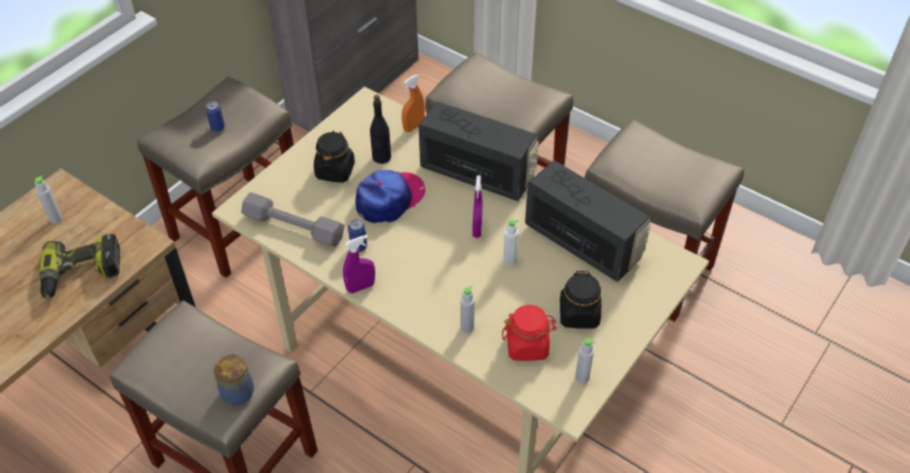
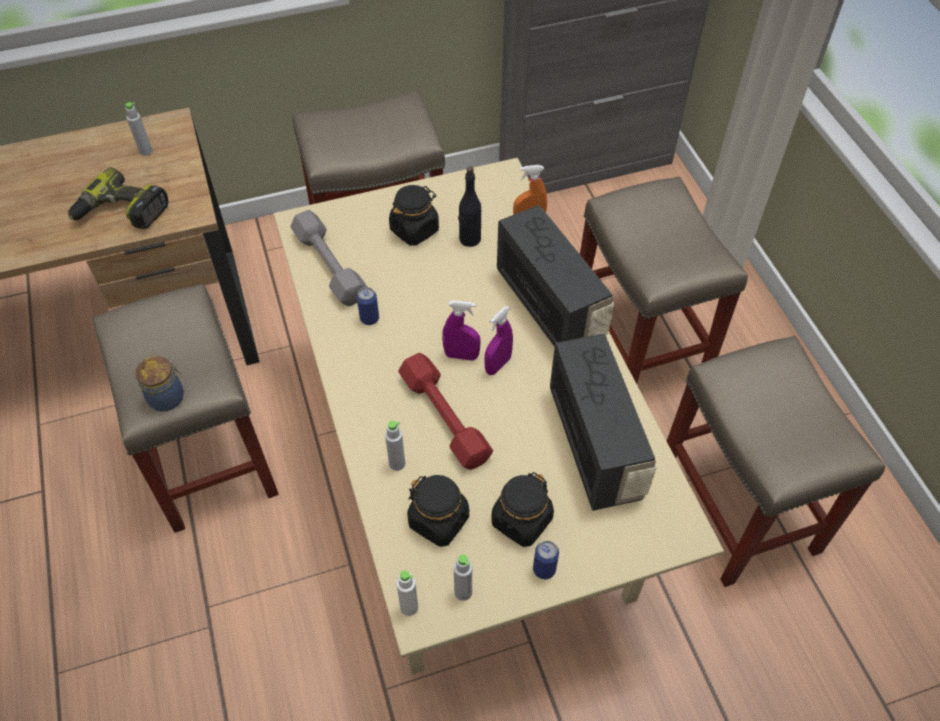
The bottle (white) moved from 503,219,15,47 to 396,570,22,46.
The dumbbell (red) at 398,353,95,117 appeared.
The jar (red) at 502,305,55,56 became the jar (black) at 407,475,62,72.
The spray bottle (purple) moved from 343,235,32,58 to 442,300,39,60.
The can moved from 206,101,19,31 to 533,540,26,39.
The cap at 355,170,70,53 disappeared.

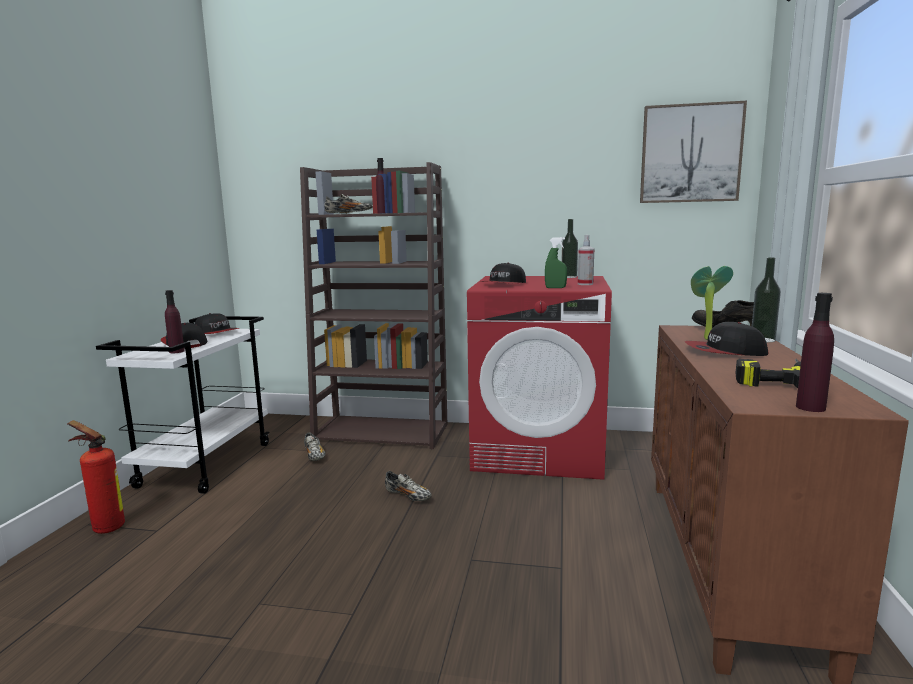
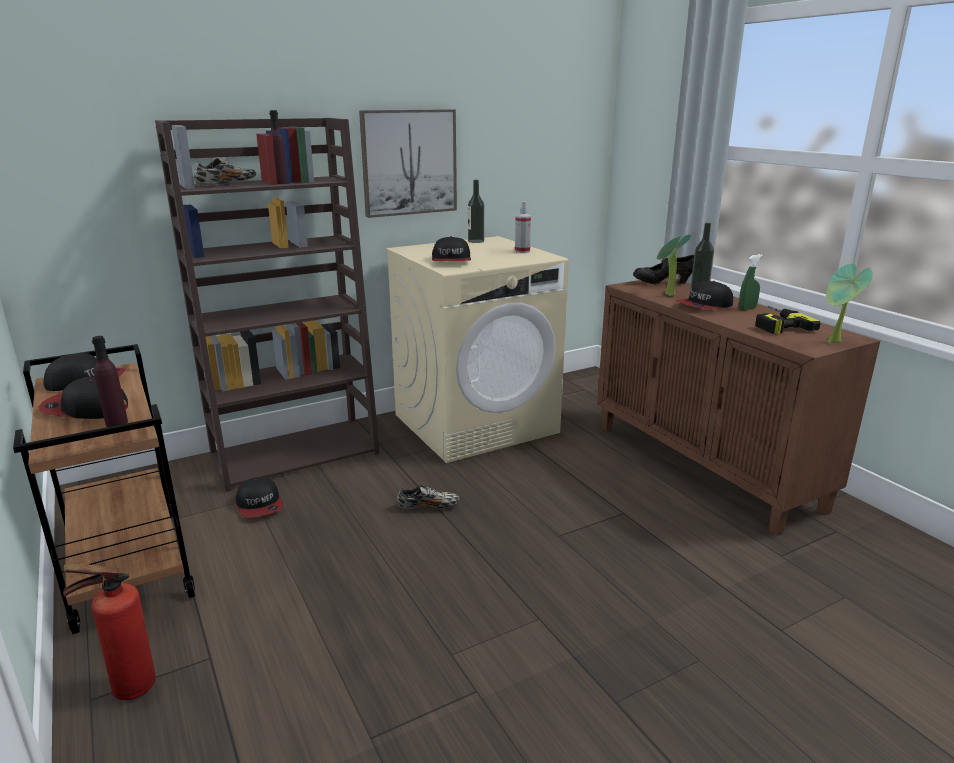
The cart (white) at 96,316,173,178 became the cart (brown) at 13,344,182,290.
The shoe at 304,432,22,29 was replaced by the cap at 236,477,48,41.
The picture moved from 640,101,107,102 to 359,109,98,109.
The washing machine (red) at 467,276,145,204 became the washing machine (beige) at 386,236,183,227.
The spray bottle (green) moved from 545,237,22,51 to 739,254,24,56.
The bottle (purple) at 796,293,38,119 was replaced by the potted plant at 826,264,47,80.

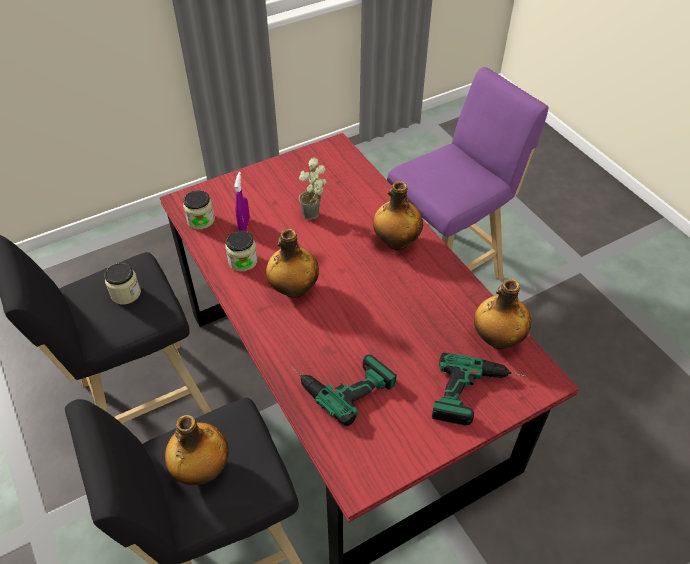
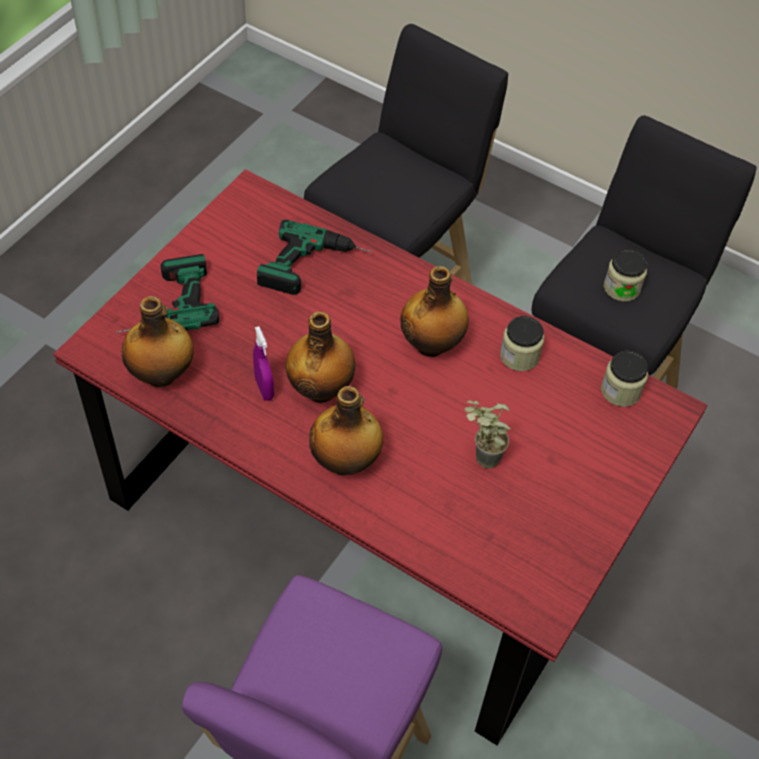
The spray bottle (purple) moved from 234,172,16,59 to 253,326,21,75.
The bottle moved from 165,415,64,70 to 285,312,70,91.

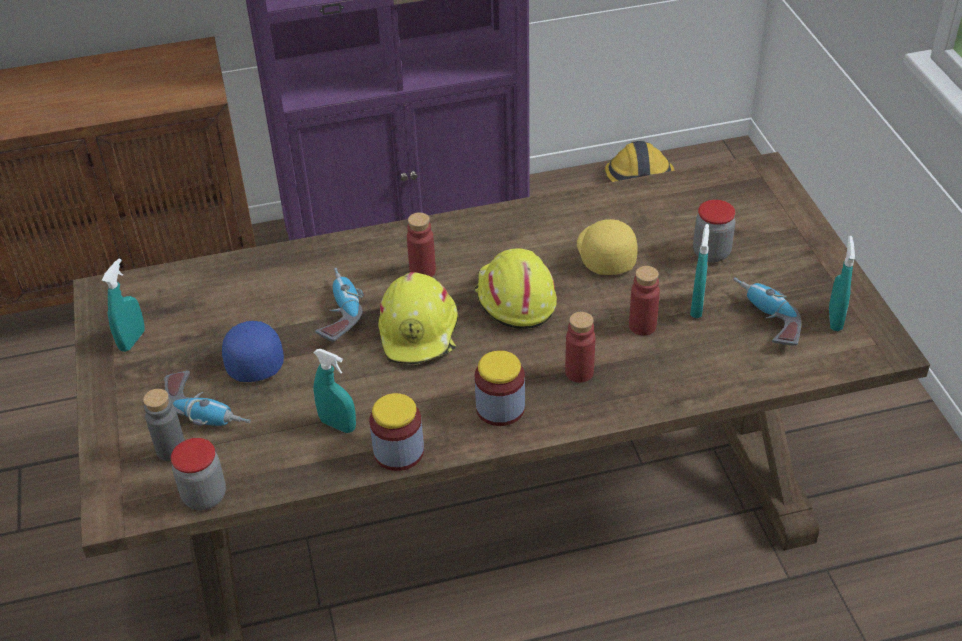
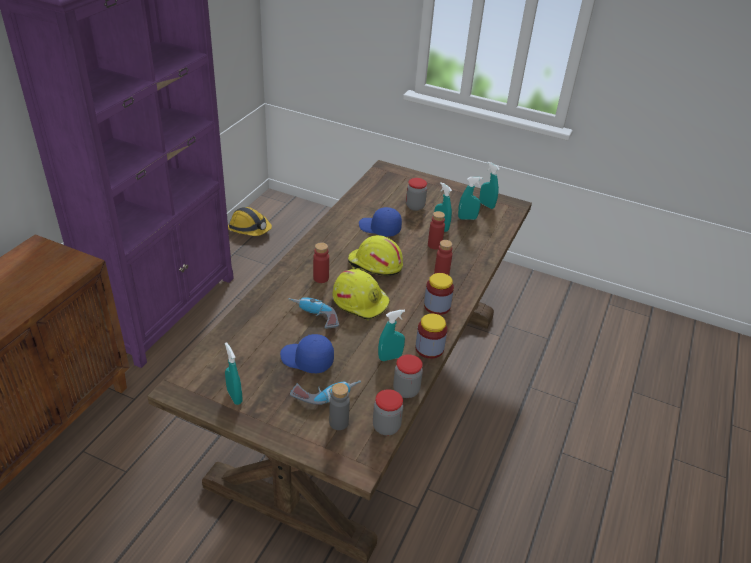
The cap (yellow) at 577,219,61,56 became the cap (blue) at 359,207,43,30.
The jar at 393,354,30,44 appeared.
The power drill at 734,277,67,69 was replaced by the spray bottle (turquoise) at 458,177,24,43.

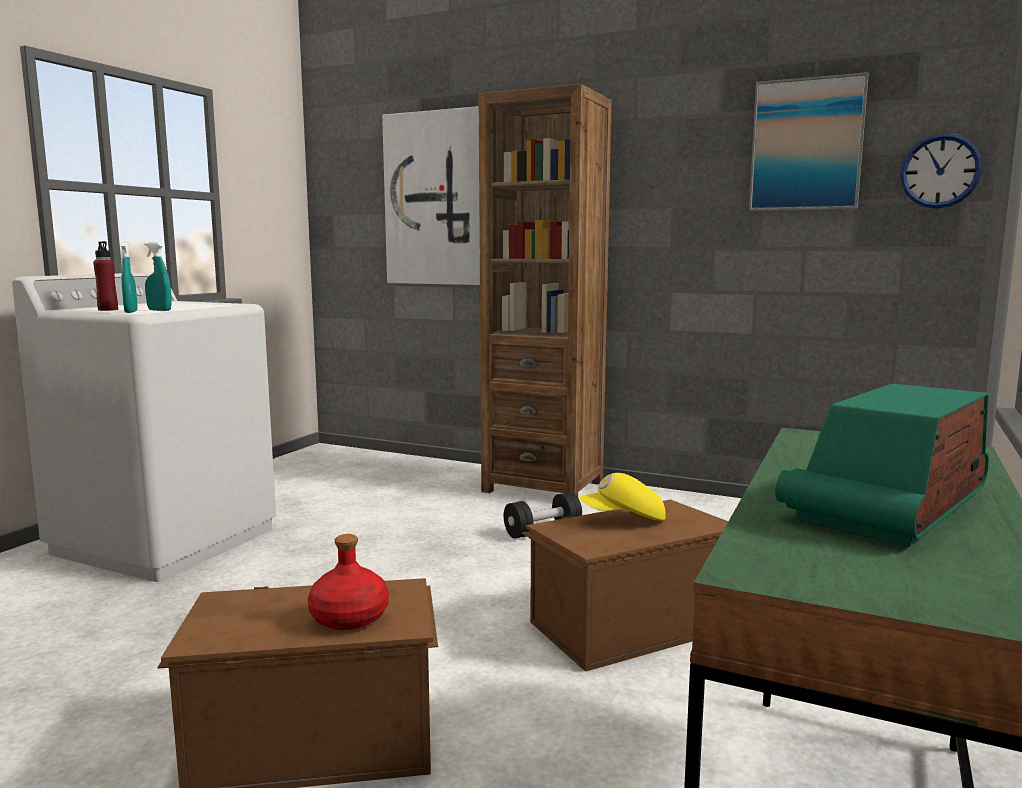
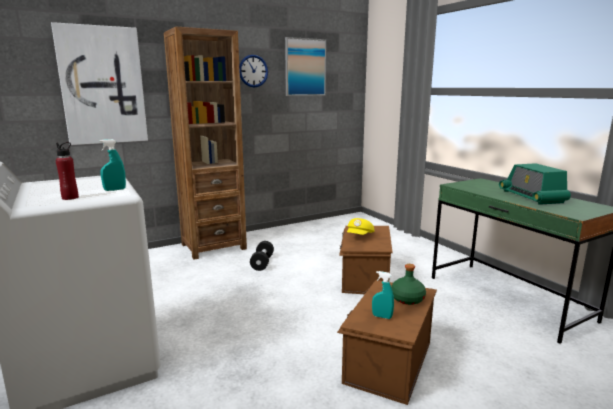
The wall clock moved from 900,133,83,76 to 239,55,29,33.
The spray bottle (turquoise) moved from 121,242,17,71 to 372,271,22,48.
The bottle (red) at 308,534,81,96 became the bottle (green) at 391,264,35,41.

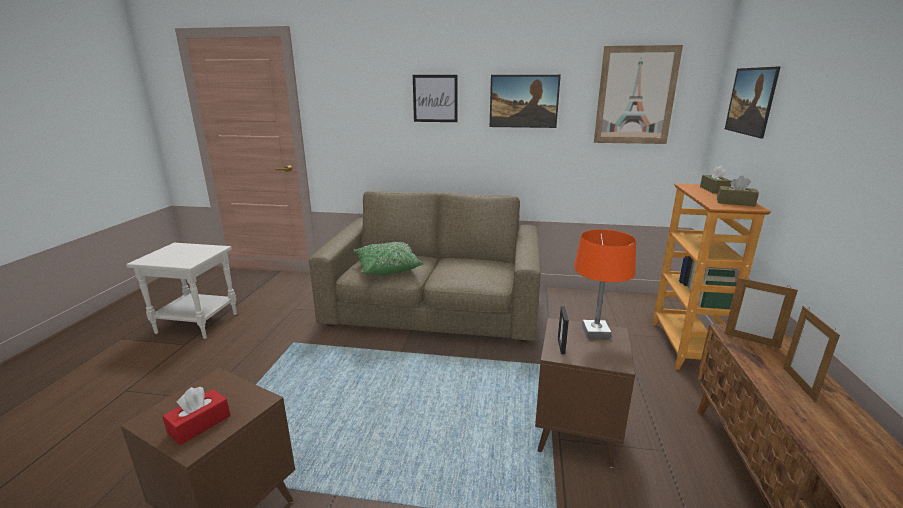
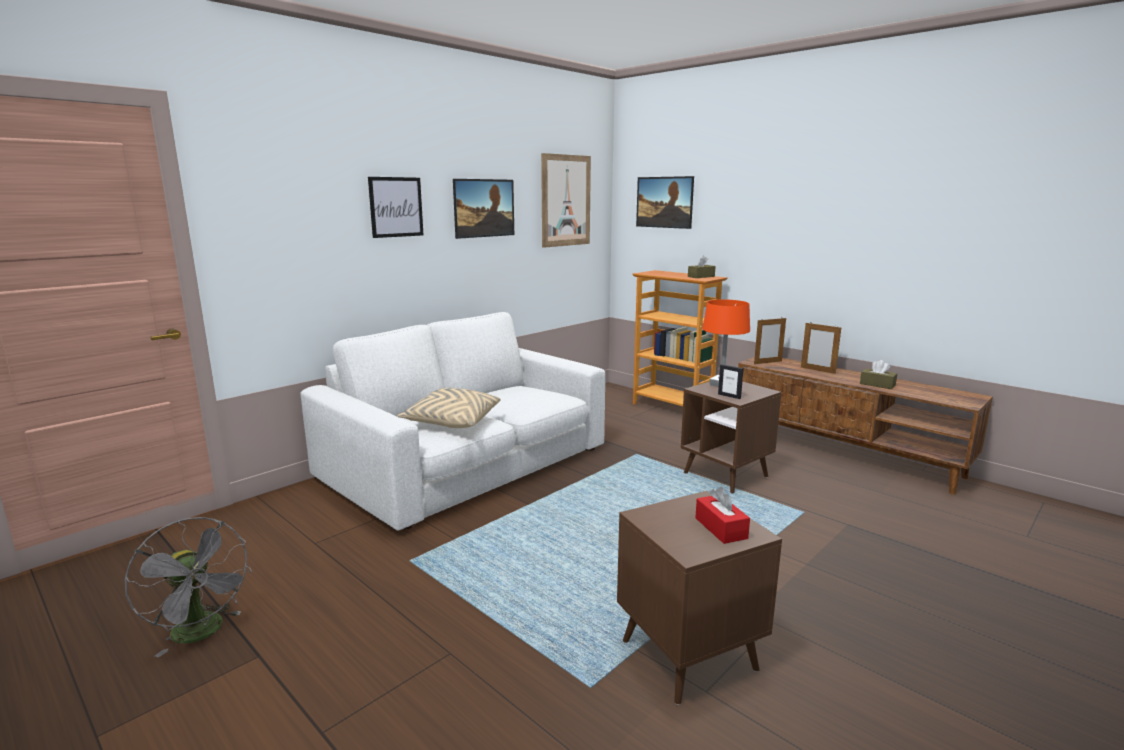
The side table (white) at 126,243,111,96 was replaced by the fan (grey) at 125,517,127,140.
The sofa (brown) at 309,191,232,151 became the sofa (white) at 301,312,304,218.
The pillow (green) at 353,242,71,33 became the pillow (beige) at 397,388,103,40.
The tissue box (brown) moved from 700,165,32,29 to 860,360,37,29.

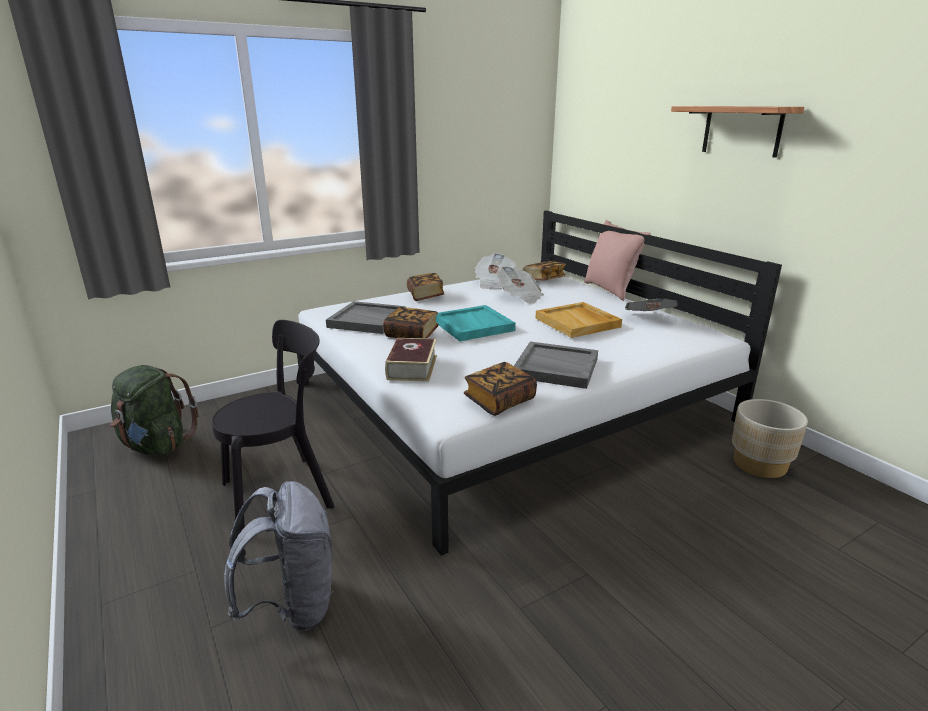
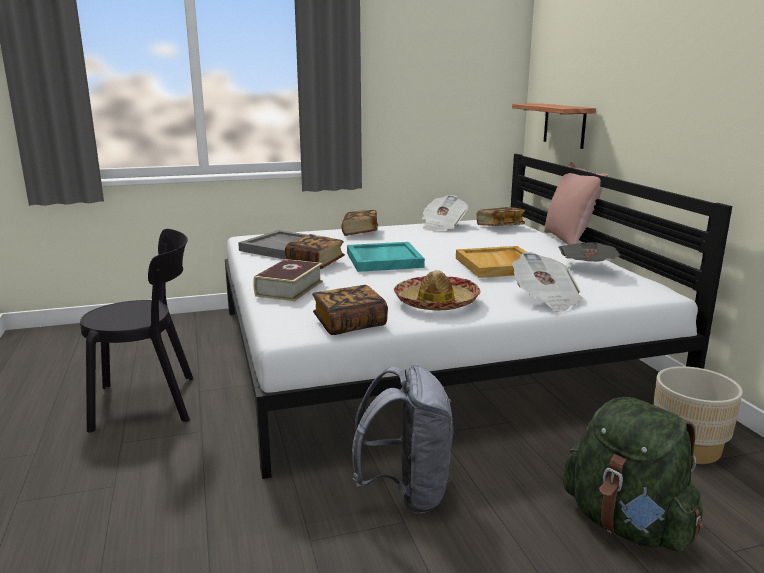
The backpack (grey) moved from 224,481,110,150 to 352,365,101,148.
The tray (grey) at 514,342,84,47 was replaced by the hat at 394,270,87,40.
The shelf moved from 671,106,133,52 to 512,103,84,46.
The newspaper moved from 497,266,47,38 to 512,252,71,60.
The backpack (green) moved from 110,365,88,90 to 563,397,140,155.

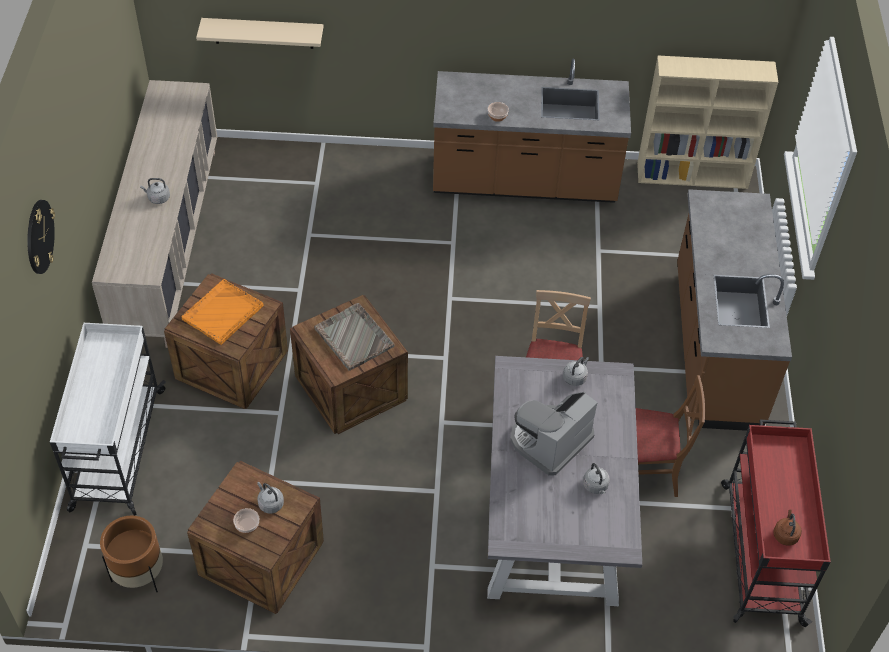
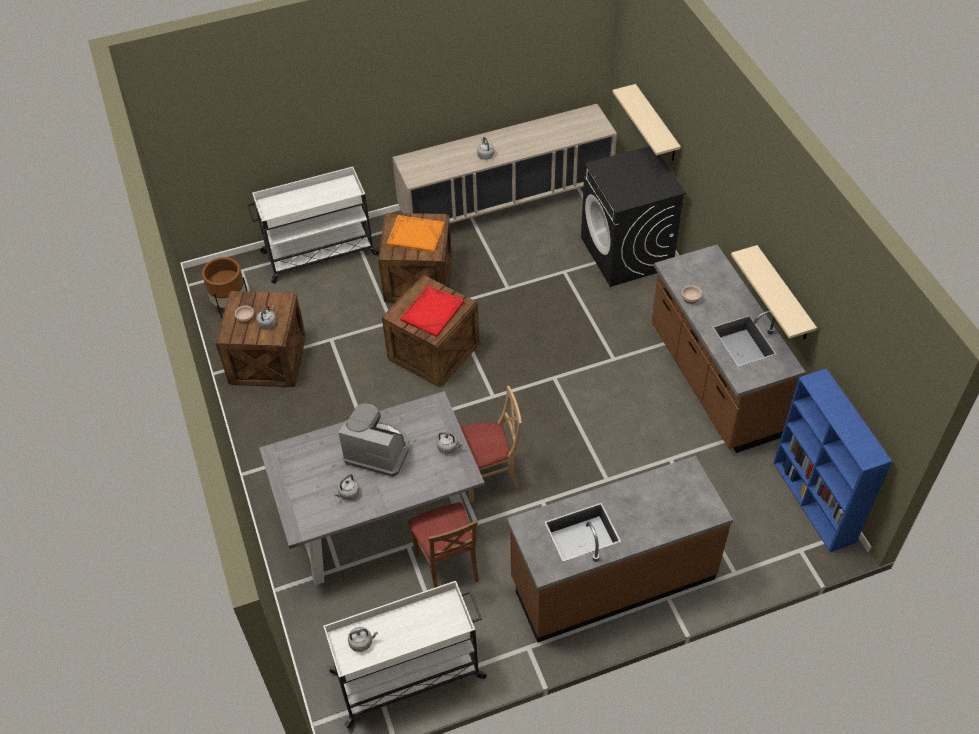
The cart (red) at 721,420,110,207 became the cart (white) at 323,581,163,147.
The kettle (brown) at 773,509,29,37 became the kettle (grey) at 348,627,30,25.
The tray (grey) at 314,303,80,68 became the tray (red) at 400,285,64,52.
The washing machine (black) at 581,146,105,141 appeared.
The shelf (beige) at 731,245,86,95 appeared.
The bookcase (beige) at 637,56,141,133 became the bookcase (blue) at 773,368,119,184.
The wall clock at 27,200,28,74 disappeared.

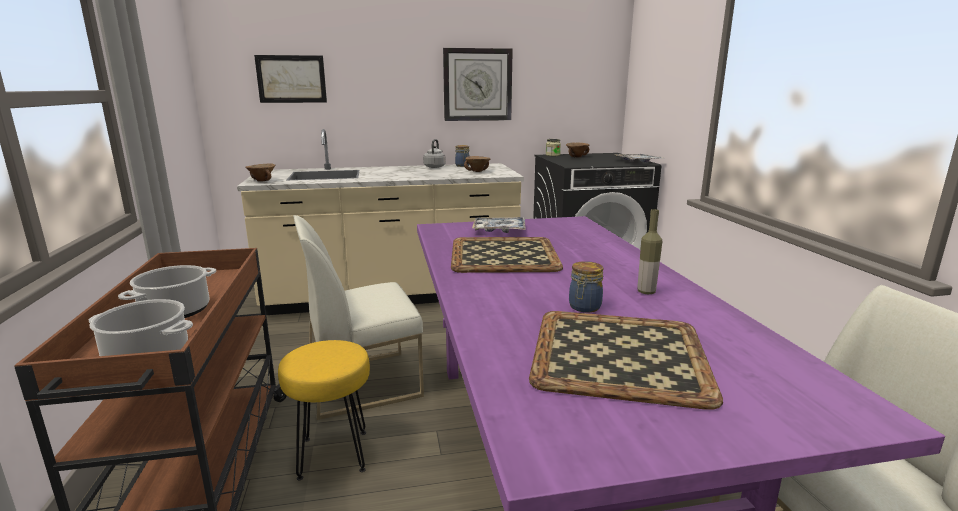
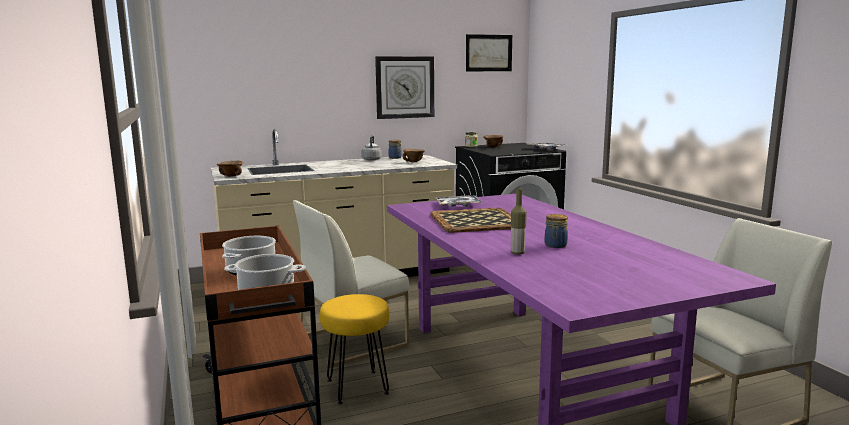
The picture moved from 254,55,73,48 to 466,34,46,38.
The bottle moved from 637,209,25,85 to 511,189,16,66.
The tray at 529,311,194,99 disappeared.

